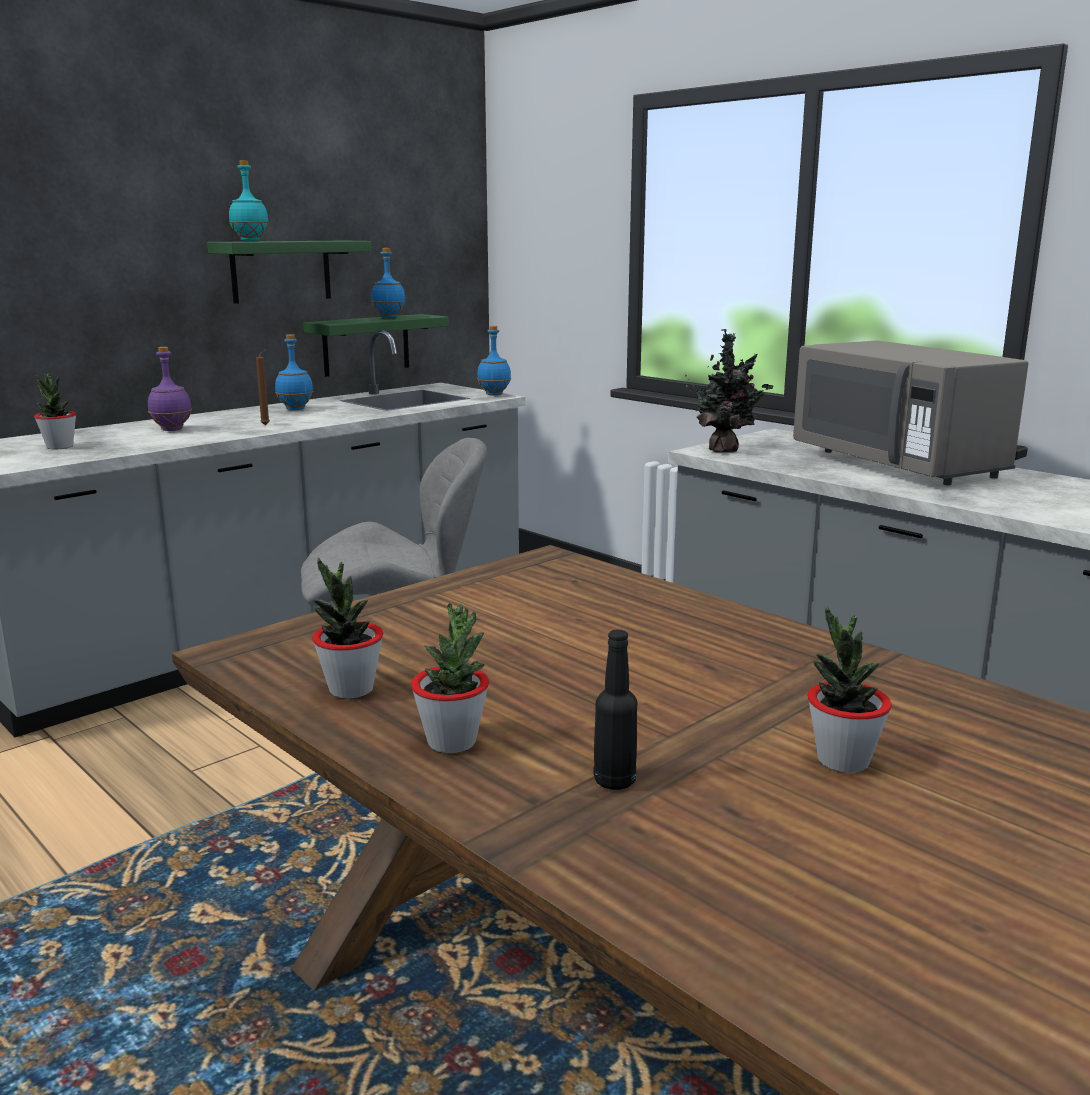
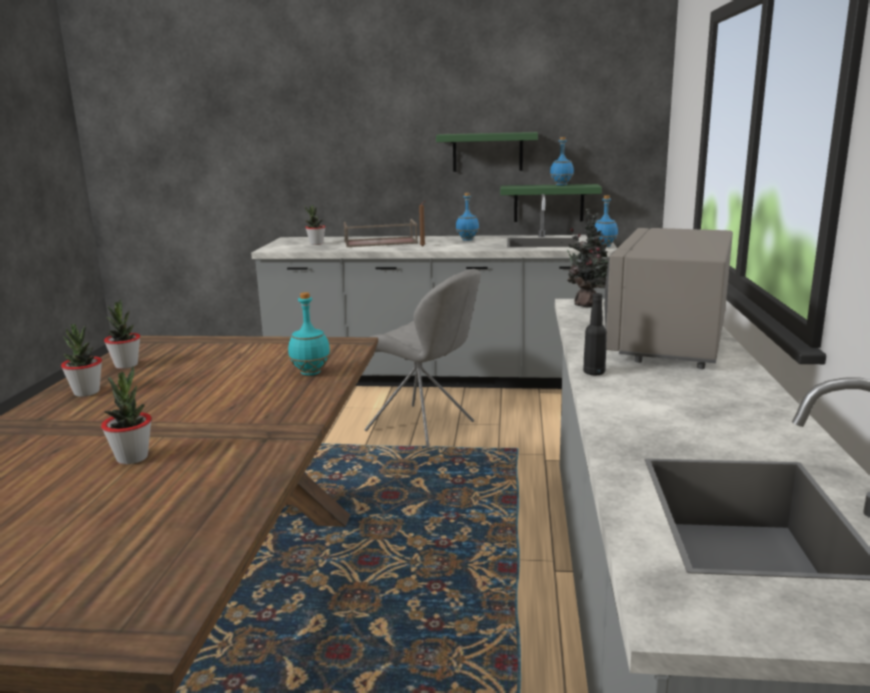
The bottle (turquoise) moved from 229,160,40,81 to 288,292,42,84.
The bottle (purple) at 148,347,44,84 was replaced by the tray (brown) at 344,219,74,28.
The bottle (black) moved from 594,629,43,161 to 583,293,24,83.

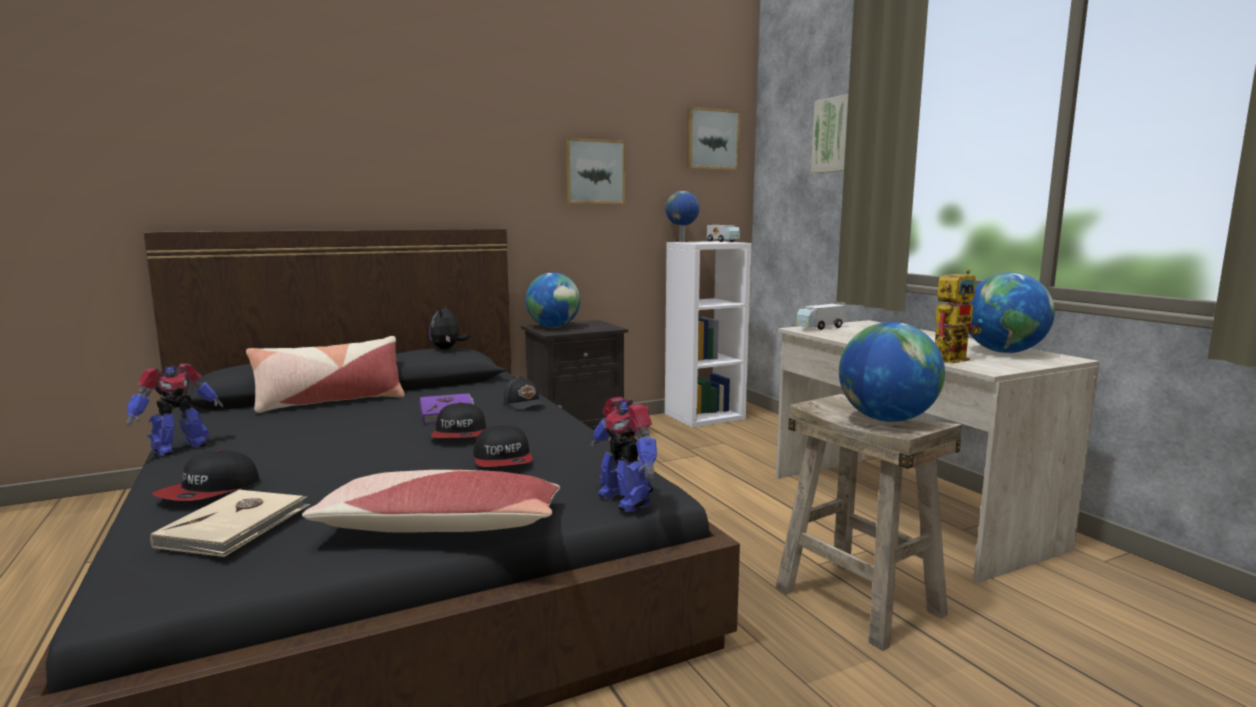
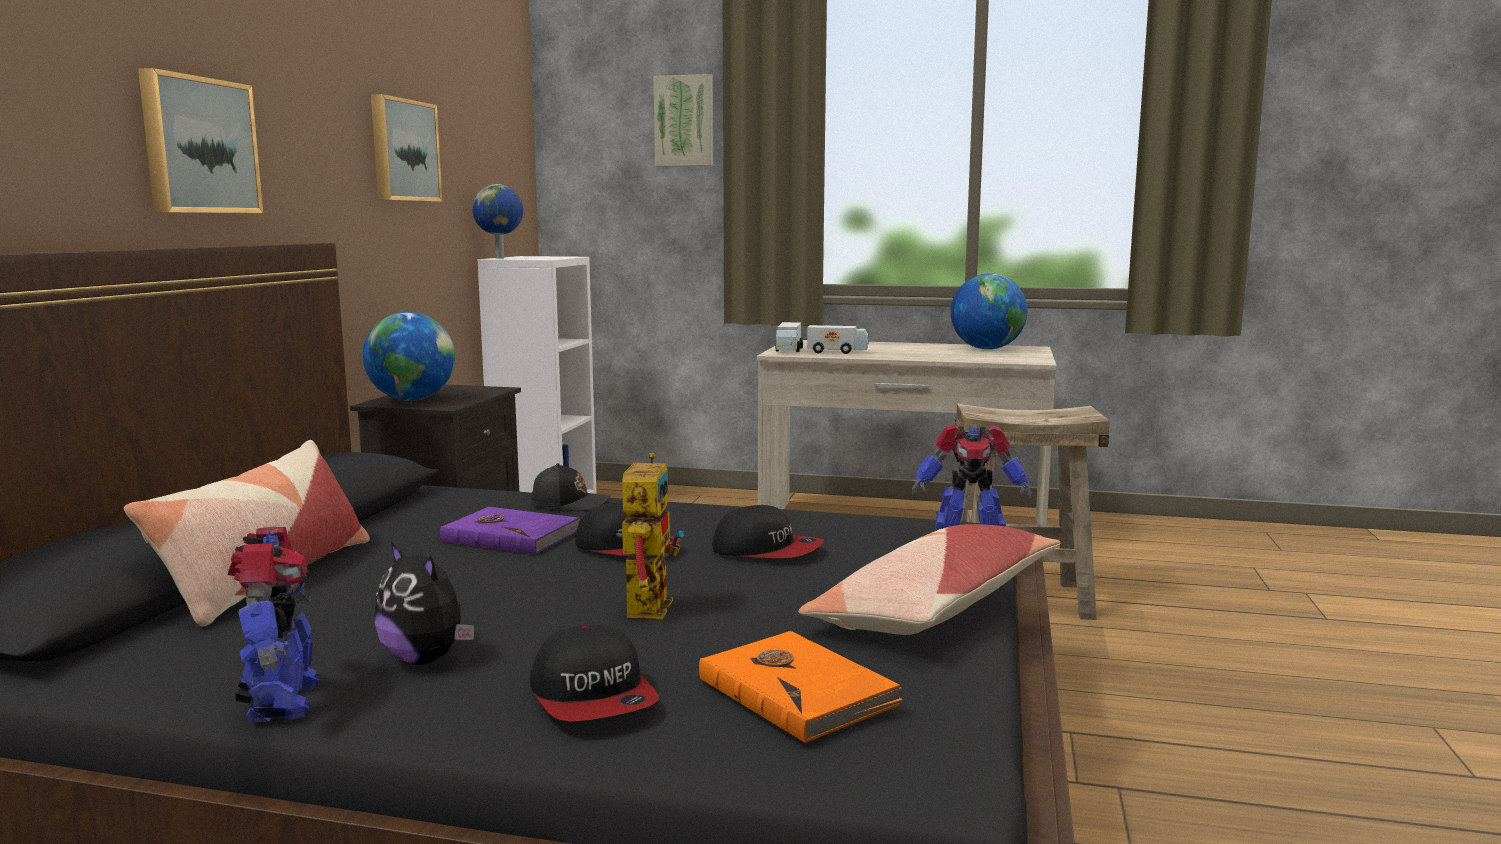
The picture moved from 686,107,54,63 to 138,68,125,145.
The plush toy moved from 429,304,41,45 to 374,542,100,123.
The toy robot moved from 935,269,48,95 to 616,453,69,166.
The book (beige) at 150,489,161,68 became the book (orange) at 699,631,204,112.
The toy truck moved from 707,225,33,17 to 807,325,62,29.
The globe at 839,322,106,100 disappeared.

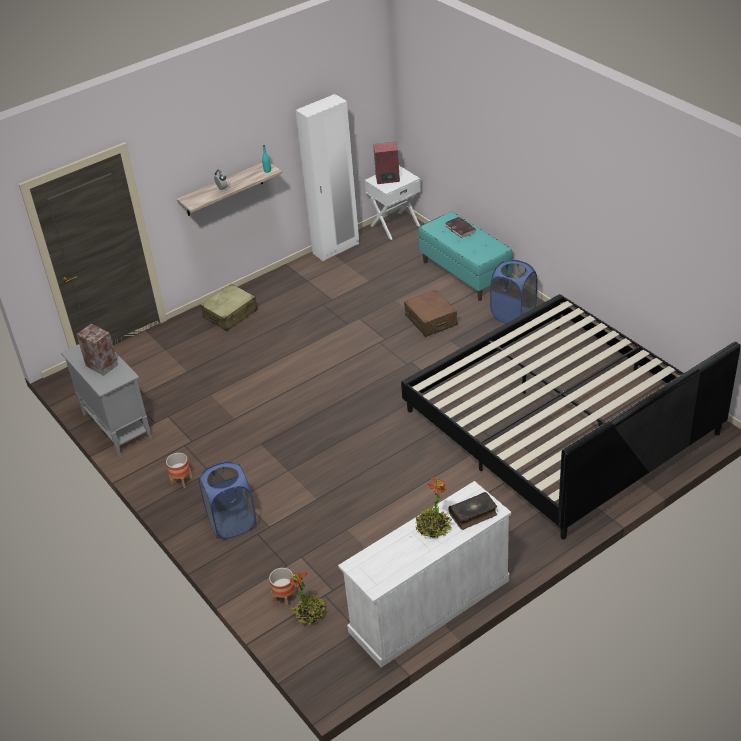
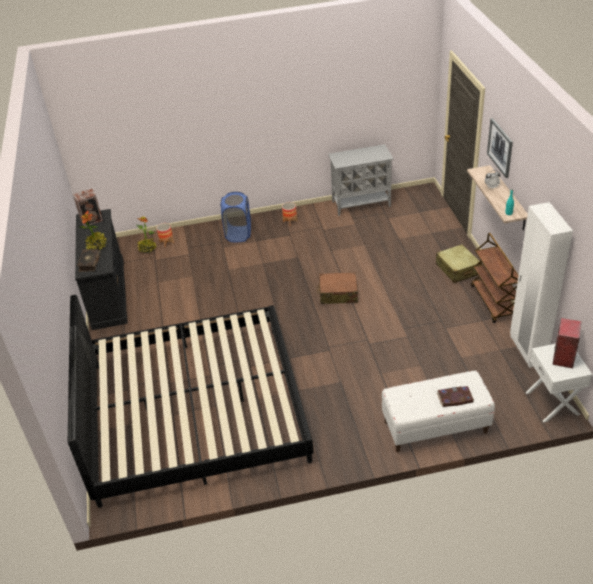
The speaker moved from 76,323,42,53 to 73,189,30,38.
The dresser (white) at 338,481,173,186 became the dresser (black) at 75,209,53,121.
The suitcase (brown) moved from 404,290,54,47 to 317,272,41,32.
The bench (turquoise) at 418,211,95,90 became the bench (white) at 382,370,113,82.
The cart (brown) at 471,233,48,90 appeared.
The picture at 487,118,26,60 appeared.
The laundry basket (blue) at 490,260,47,64 disappeared.

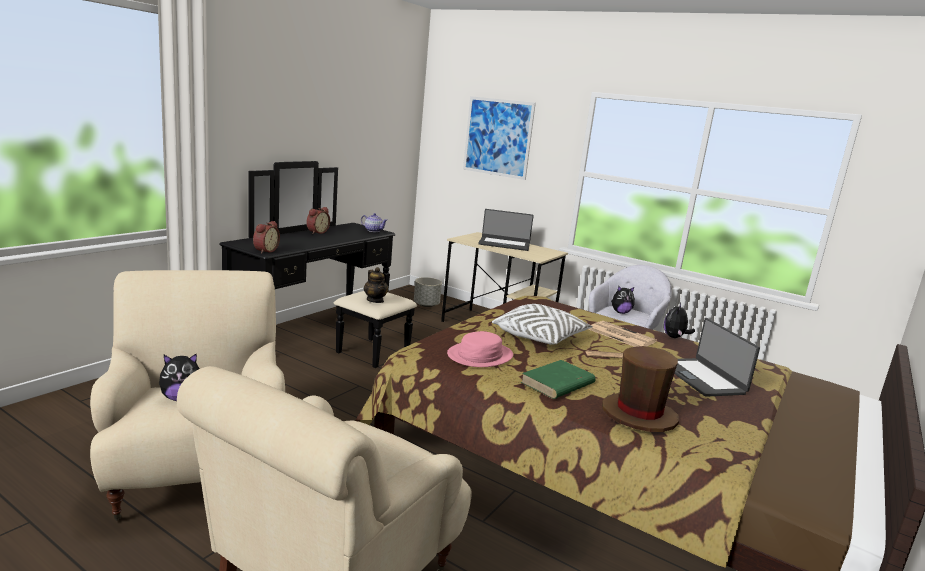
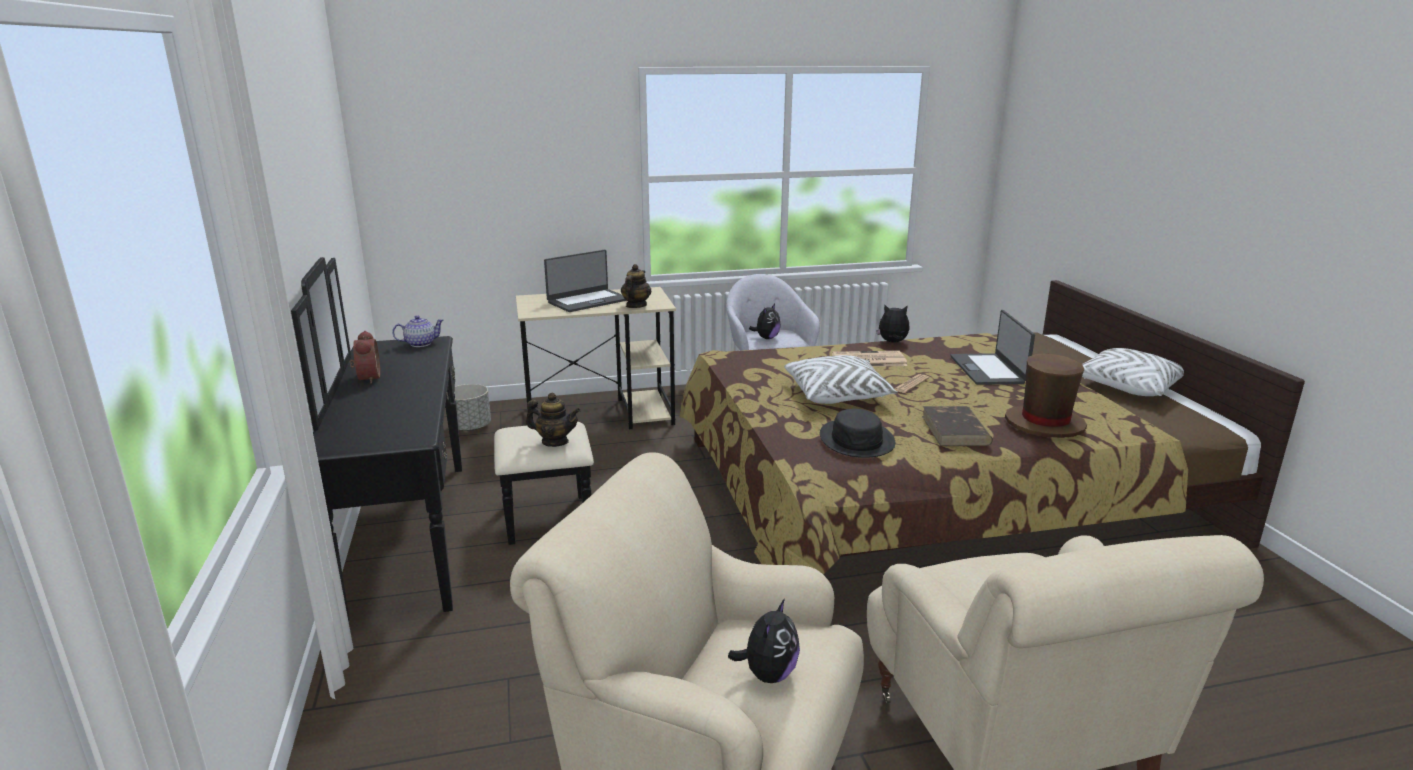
The teapot at 621,264,30,44 appeared.
The hat (pink) at 447,331,66,36 became the hat (black) at 820,409,75,49.
The plush toy at 664,302,31,36 turned 120 degrees clockwise.
The book (green) at 521,360,75,39 became the book (brown) at 922,406,71,40.
The laptop at 674,318,86,79 turned 60 degrees clockwise.
The pillow (white) at 1082,348,102,48 appeared.
The alarm clock at 253,221,27,33 disappeared.
The picture at 463,96,73,84 disappeared.

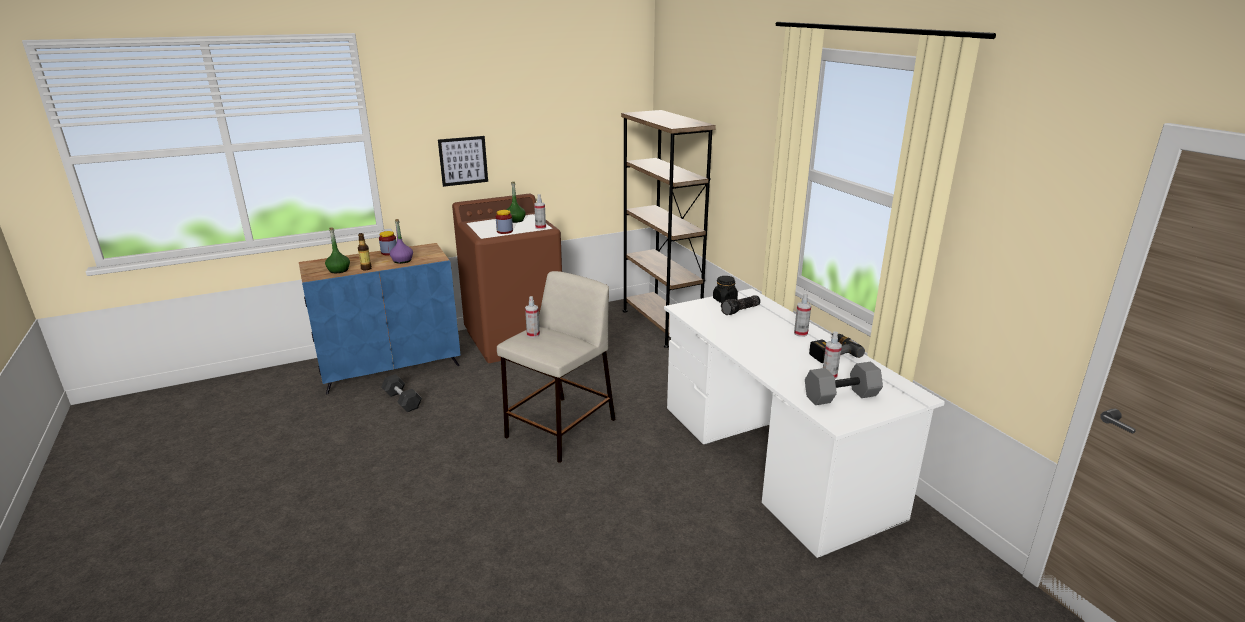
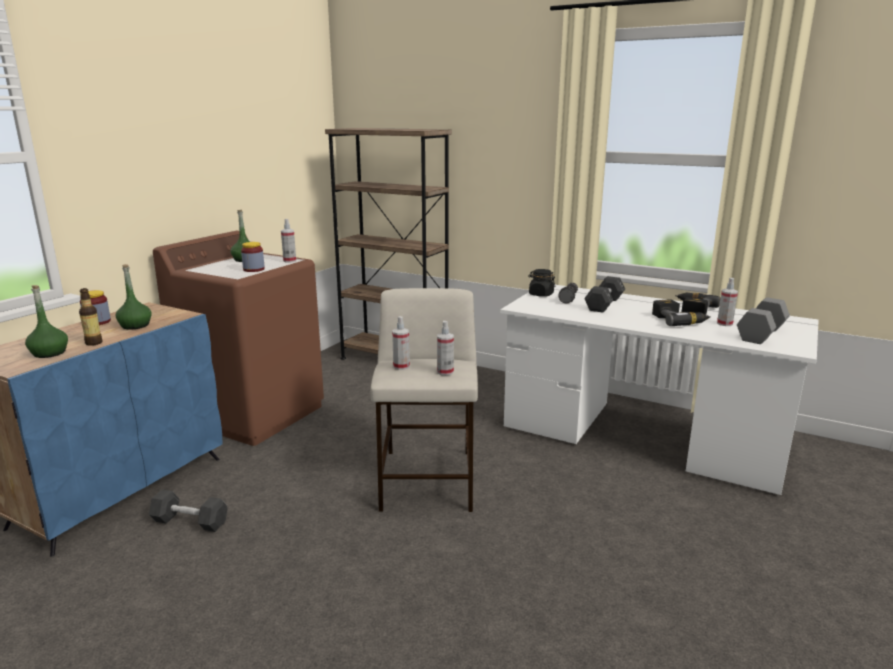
The bottle (purple) at 390,219,23,45 became the bottle (green) at 115,264,37,66.
The spray bottle moved from 794,293,17,44 to 437,321,17,55.
The dumbbell (black) at 584,276,41,37 appeared.
The power drill at 652,300,59,26 appeared.
The picture at 438,136,50,51 disappeared.

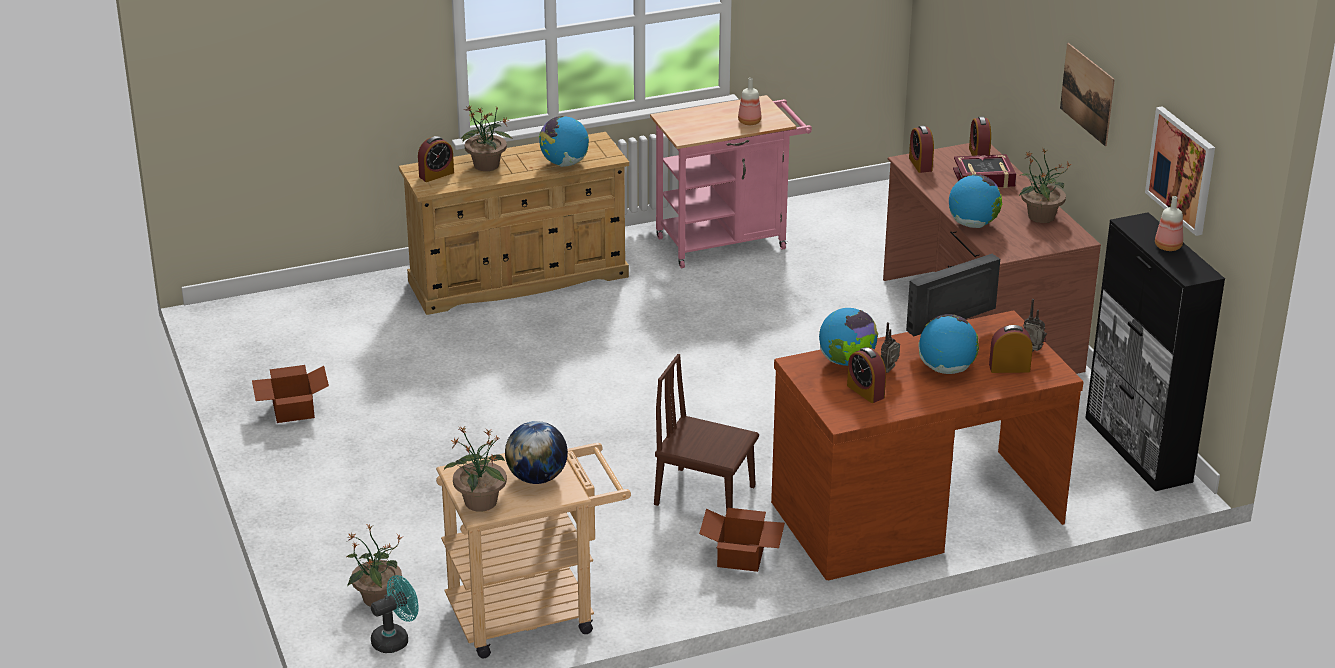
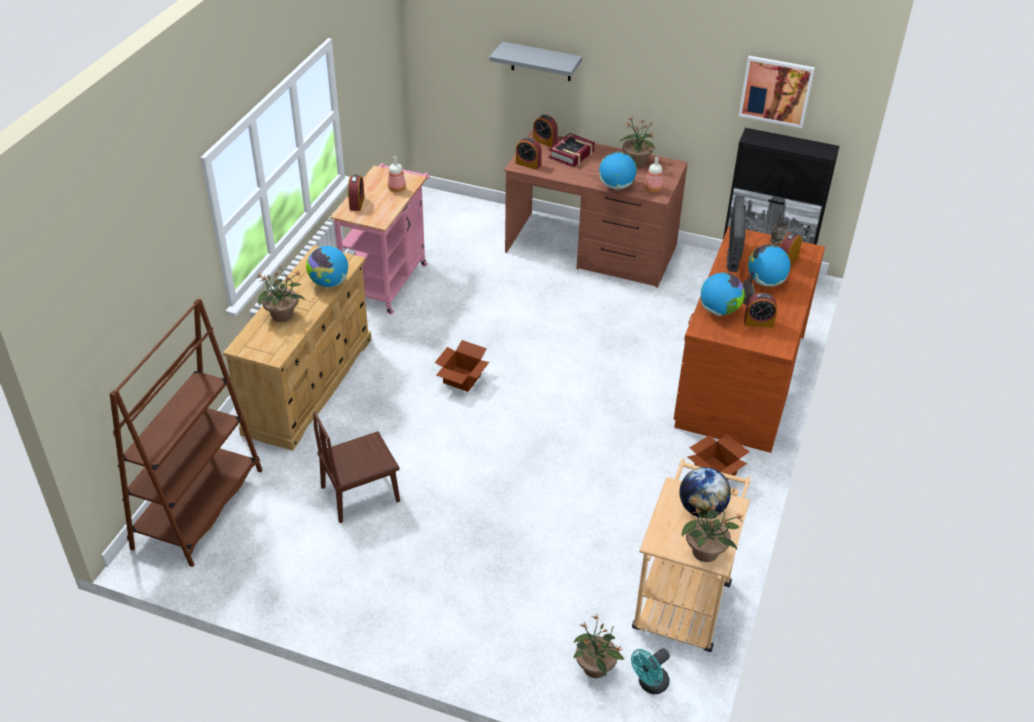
The bookcase (brown) at 110,299,153,268 appeared.
The chair (brown) moved from 654,354,105,158 to 313,412,87,111.
The alarm clock moved from 418,136,36,46 to 348,175,17,36.
The cardboard box moved from 252,365,77,58 to 435,340,54,52.
The shelf (grey) at 490,41,92,40 appeared.
The fan (turquoise) at 371,575,48,78 turned 135 degrees counterclockwise.
The bottle moved from 1155,196,28,55 to 645,157,18,35.
The picture at 1060,43,55,103 disappeared.

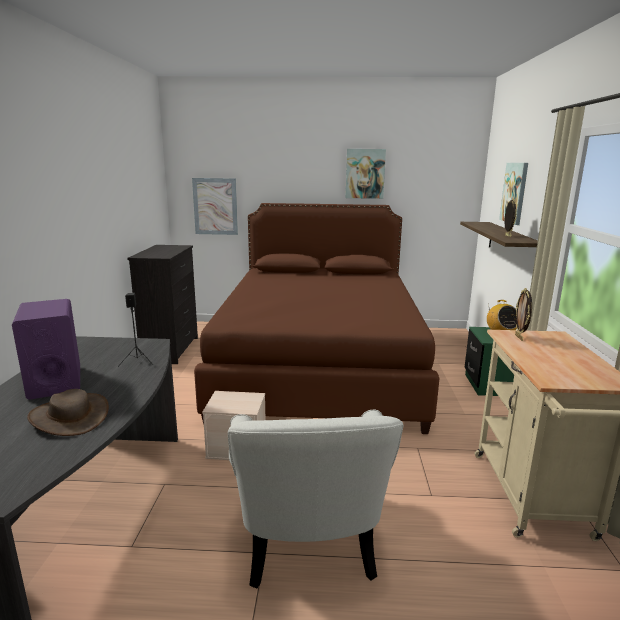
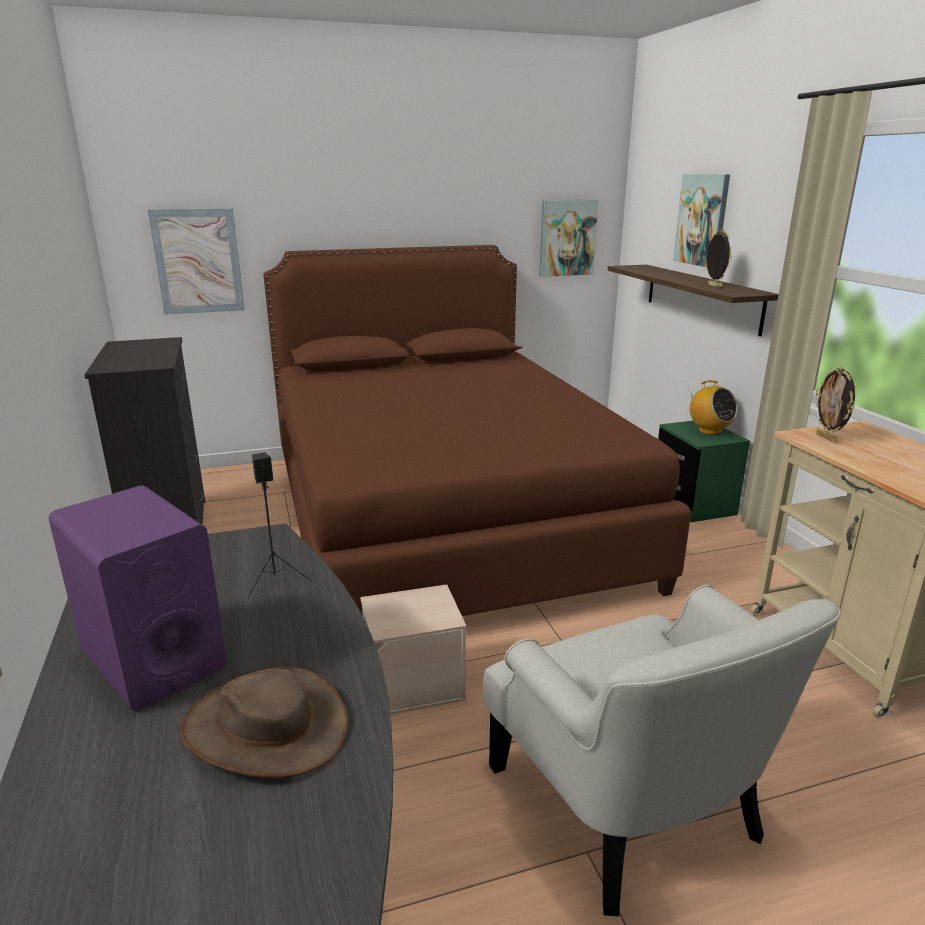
The picture moved from 345,149,41,50 to 539,200,60,77.

